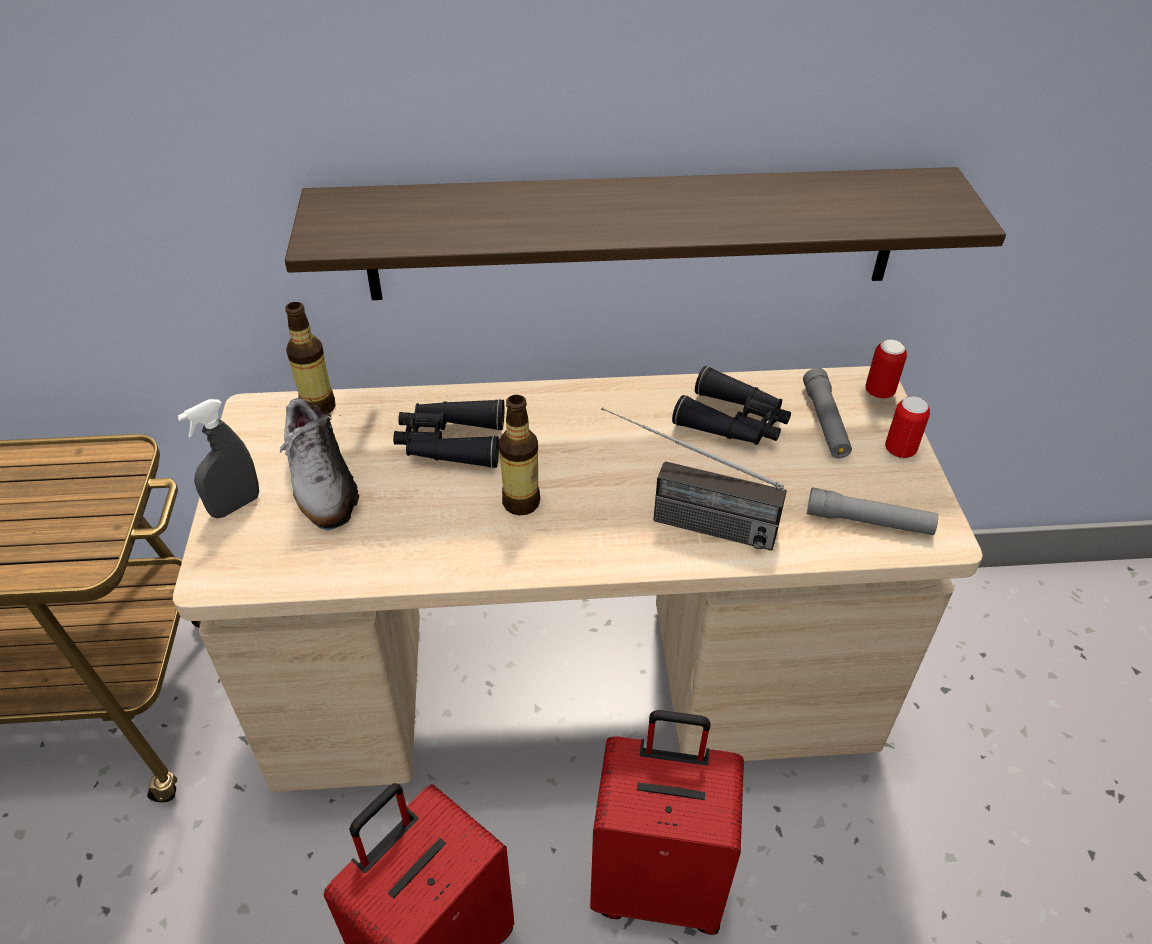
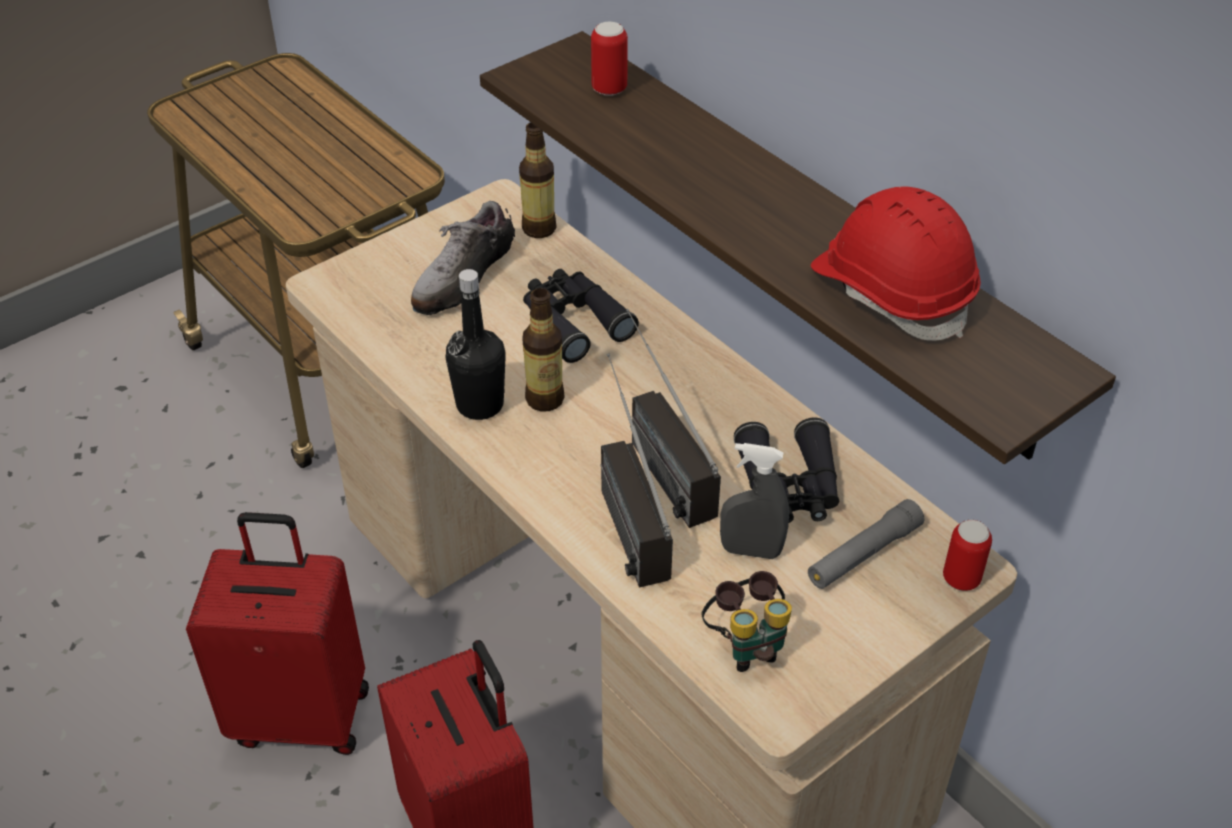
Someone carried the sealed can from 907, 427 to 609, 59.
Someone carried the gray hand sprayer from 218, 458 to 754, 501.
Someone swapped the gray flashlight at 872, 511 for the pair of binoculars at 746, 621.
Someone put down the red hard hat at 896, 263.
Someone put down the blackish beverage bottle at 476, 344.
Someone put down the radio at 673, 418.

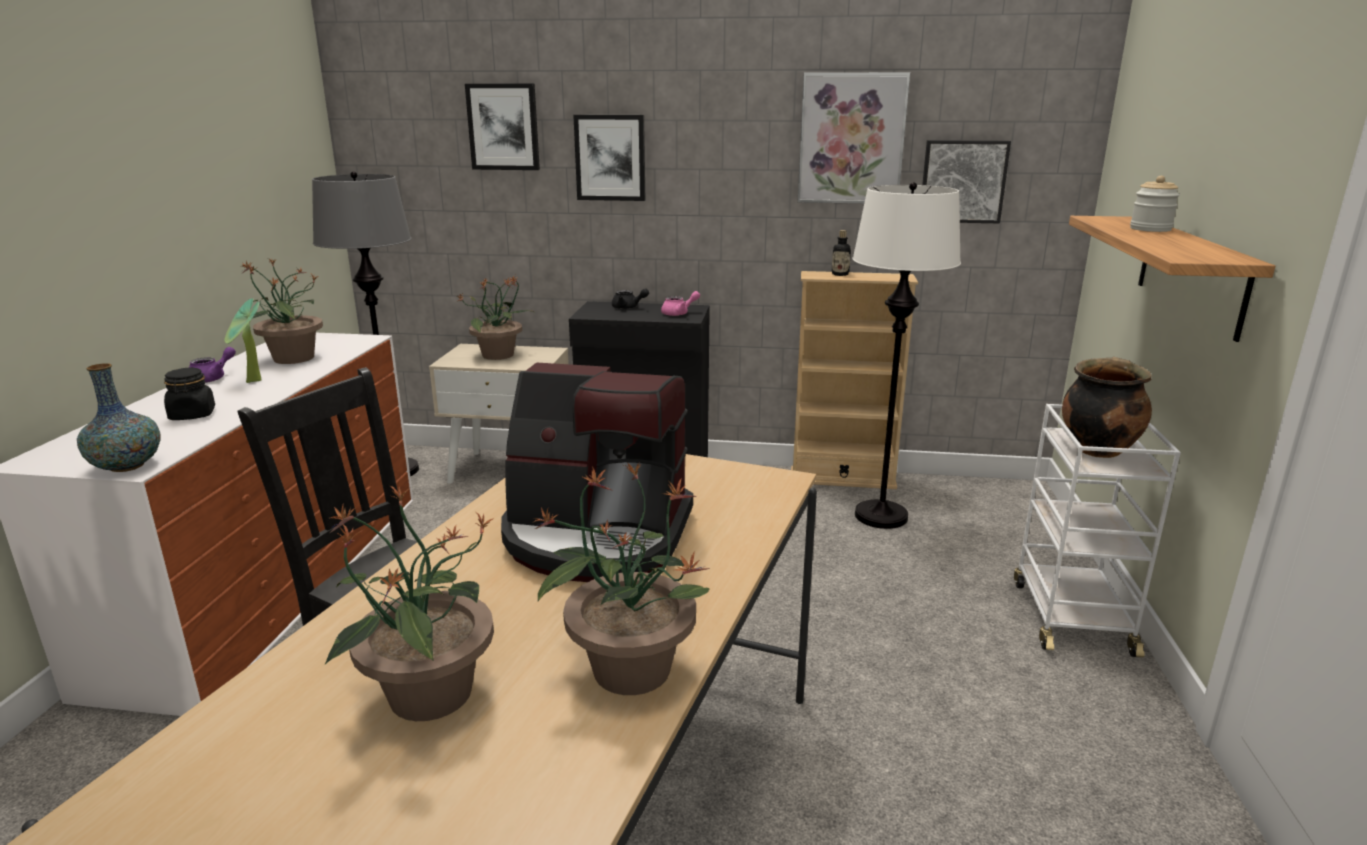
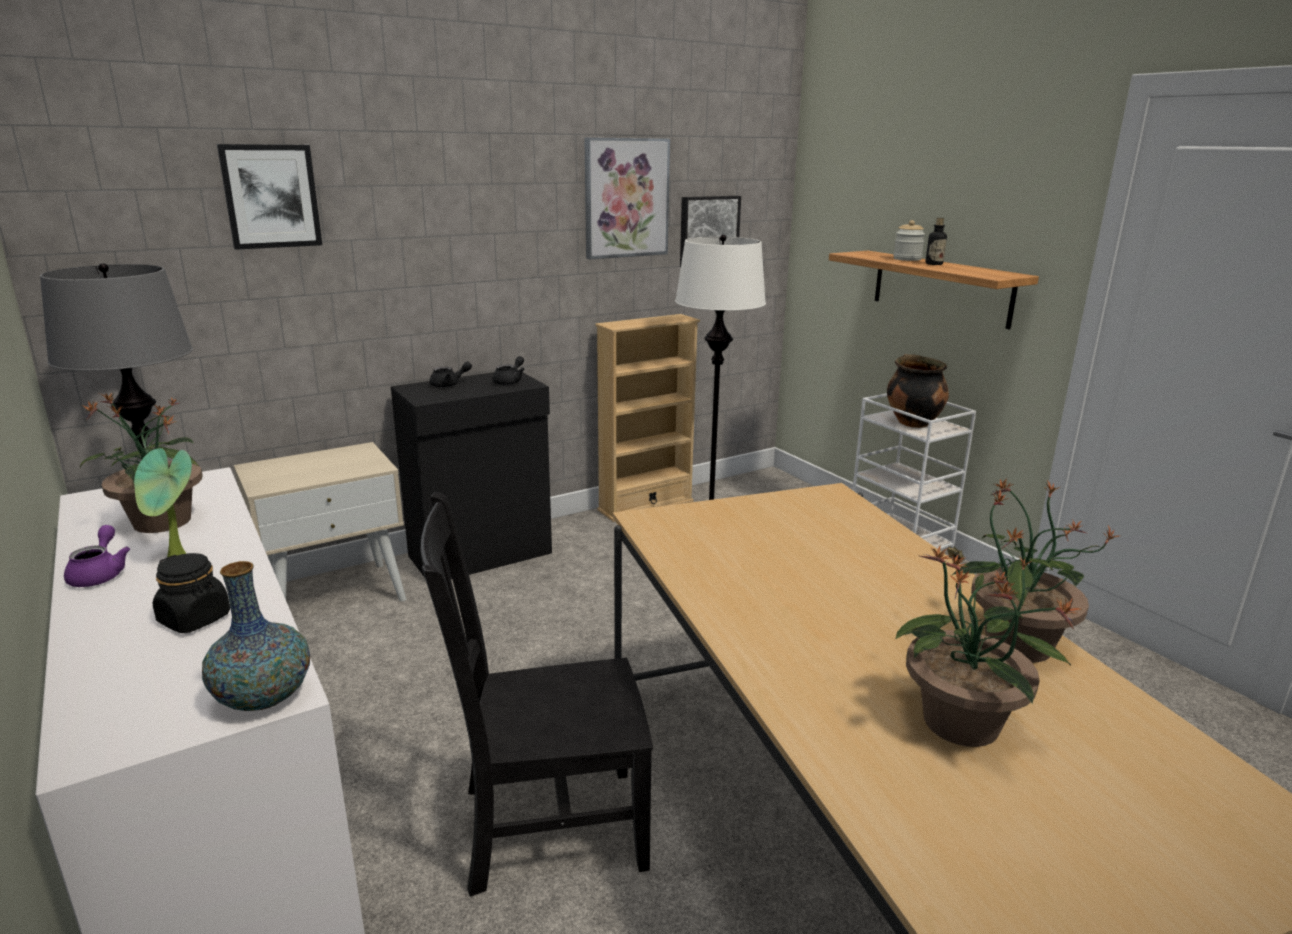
Someone took away the wall art at 609, 158.
Someone carried the beverage bottle from 841, 253 to 936, 241.
Someone took away the houseplant at 495, 317.
Someone repainted the pink teapot at 680, 303, which became the blackish teapot at 508, 370.
Someone took away the coffee machine at 597, 472.

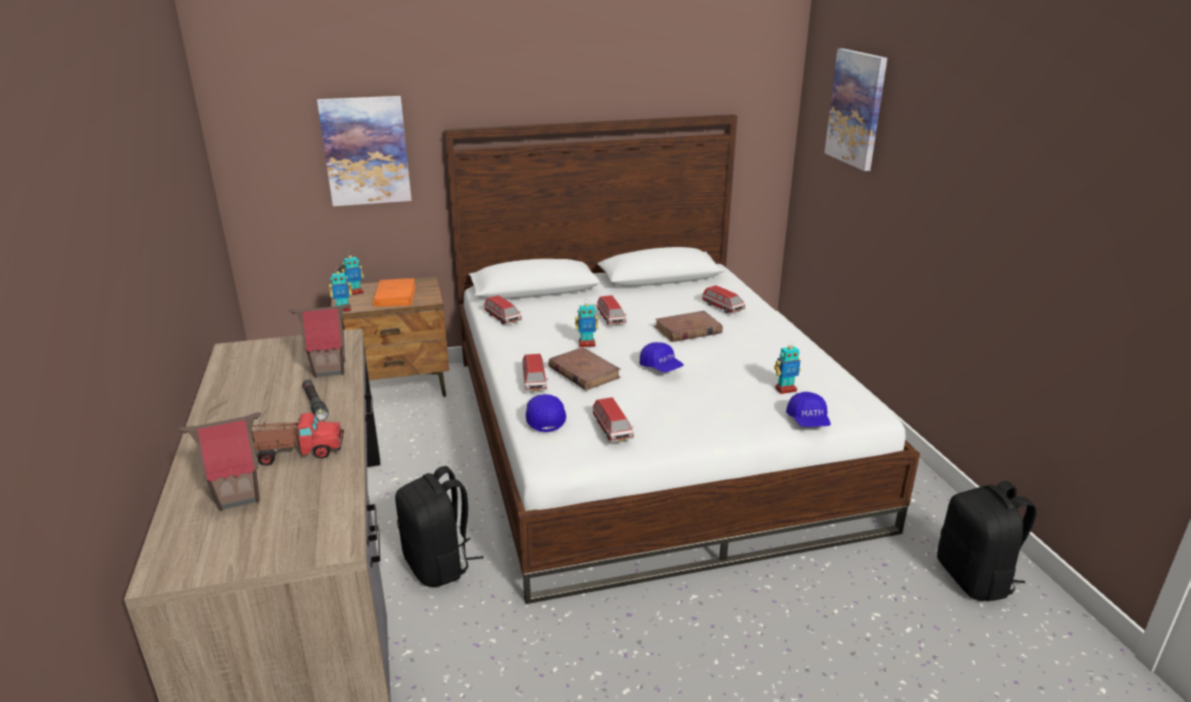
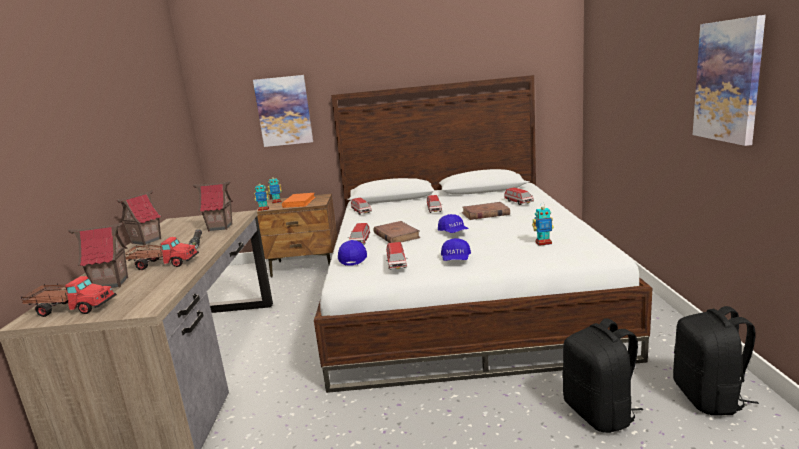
Someone carried the wall art from 855, 109 to 729, 80.
Someone took away the robot figure at 586, 323.
Someone carried the blue peaked cap from 808, 409 to 456, 249.
Someone carried the blackish knapsack from 439, 526 to 602, 376.
Someone put down the miniature house at 139, 217.
Someone put down the model truck at 69, 296.

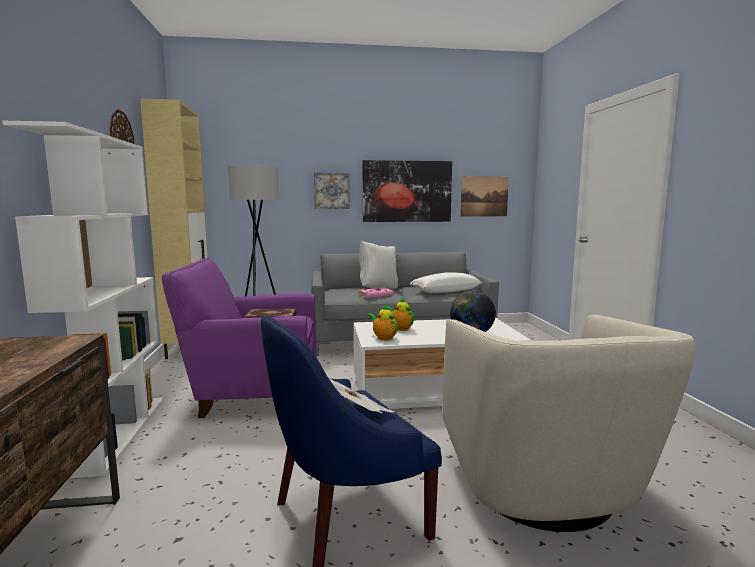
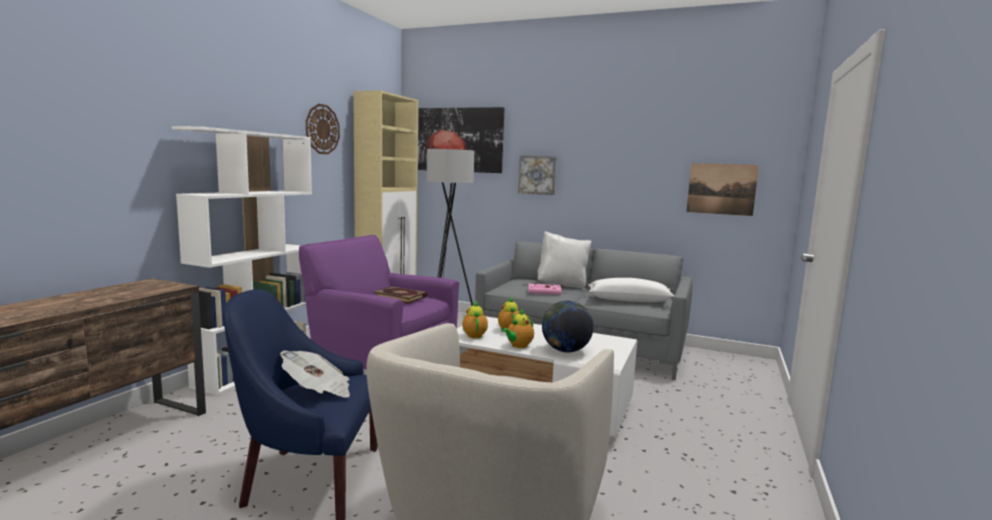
Someone carried the wall art from 407, 191 to 461, 140.
Someone put down the teapot at 517, 328.

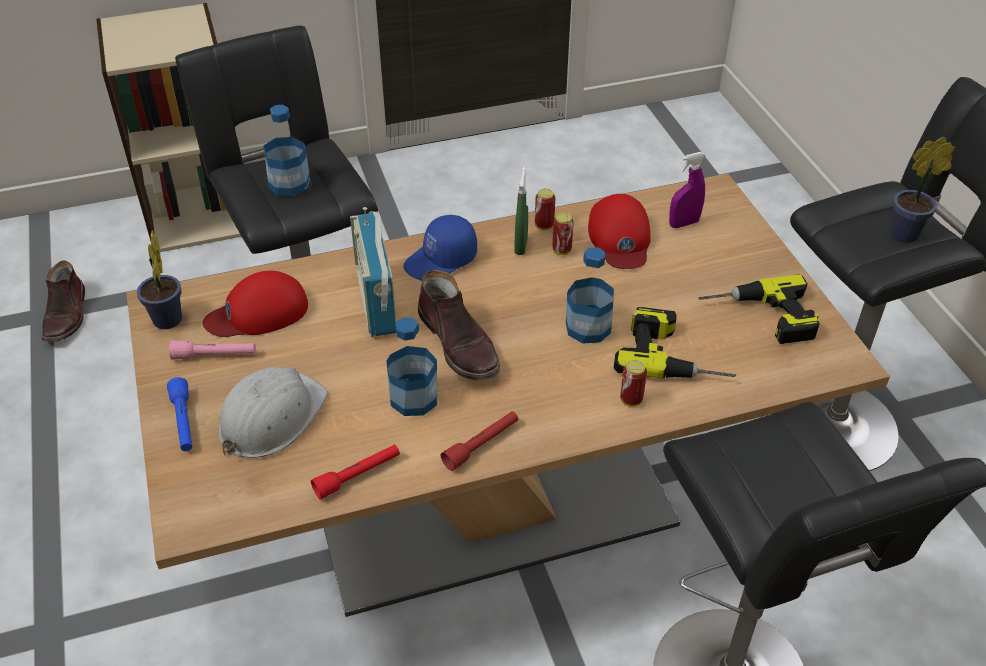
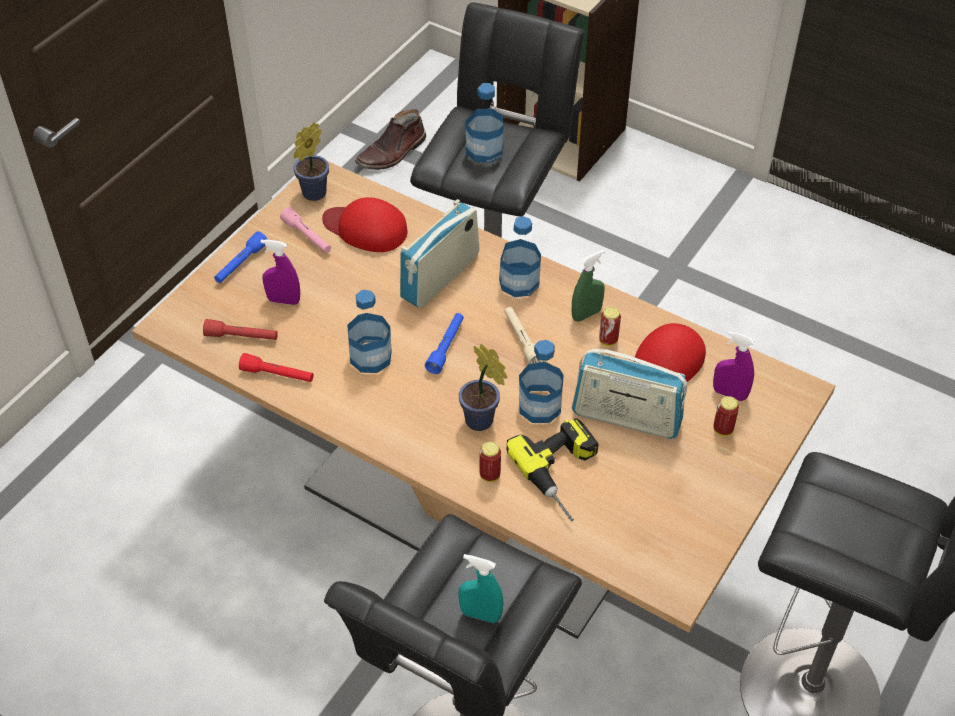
Someone carried the houseplant from 923, 189 to 483, 387.
Someone carried the sealed can from 545, 209 to 726, 416.
Someone swapped the blue peaked cap at 440, 248 for the beverage bottle at 520, 256.
Someone swapped the brownish high-top boot at 459, 325 for the blue flashlight at 444, 343.
Someone took away the electric drill at 759, 309.
Someone swapped the white-coloured hard hat at 273, 412 for the purplish hand sprayer at 280, 272.
Someone carried the red flashlight from 479, 441 to 240, 329.
Someone put down the beige-coloured flashlight at 524, 335.
Someone put down the radio at 630, 394.
Someone put down the blue-green hand sprayer at 480, 588.

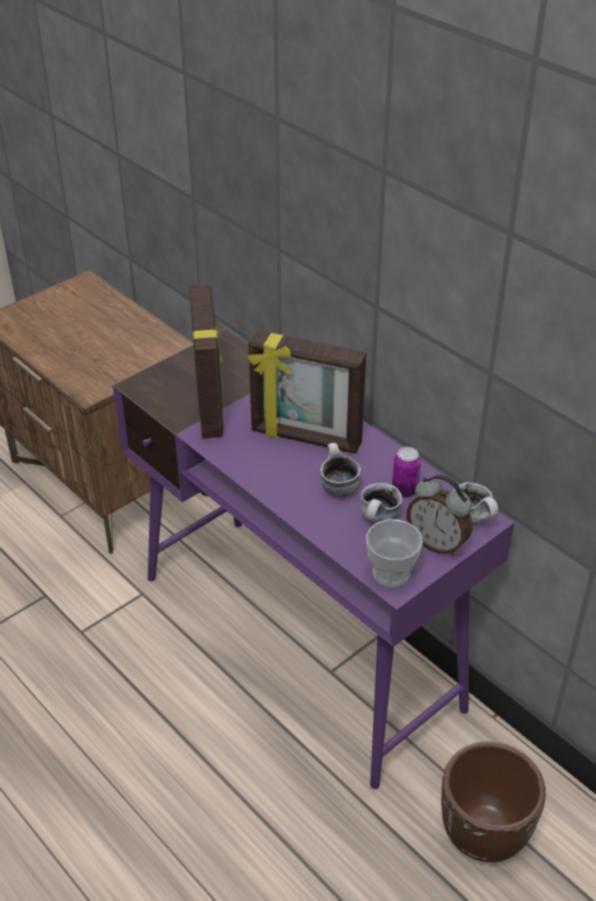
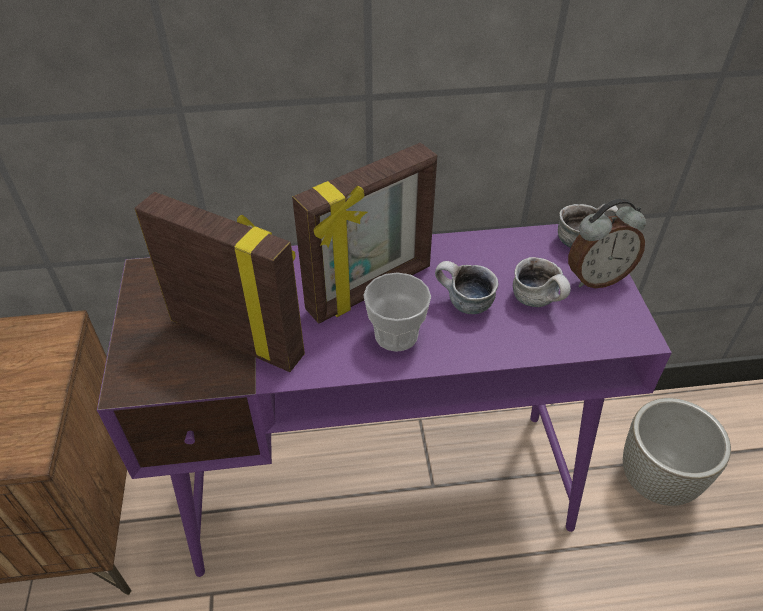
Someone took away the sealed can at 406, 472.
Someone carried the small cup from 394, 553 to 397, 312.
Someone repainted the brownish planter at 493, 801, which became the gray planter at 677, 452.

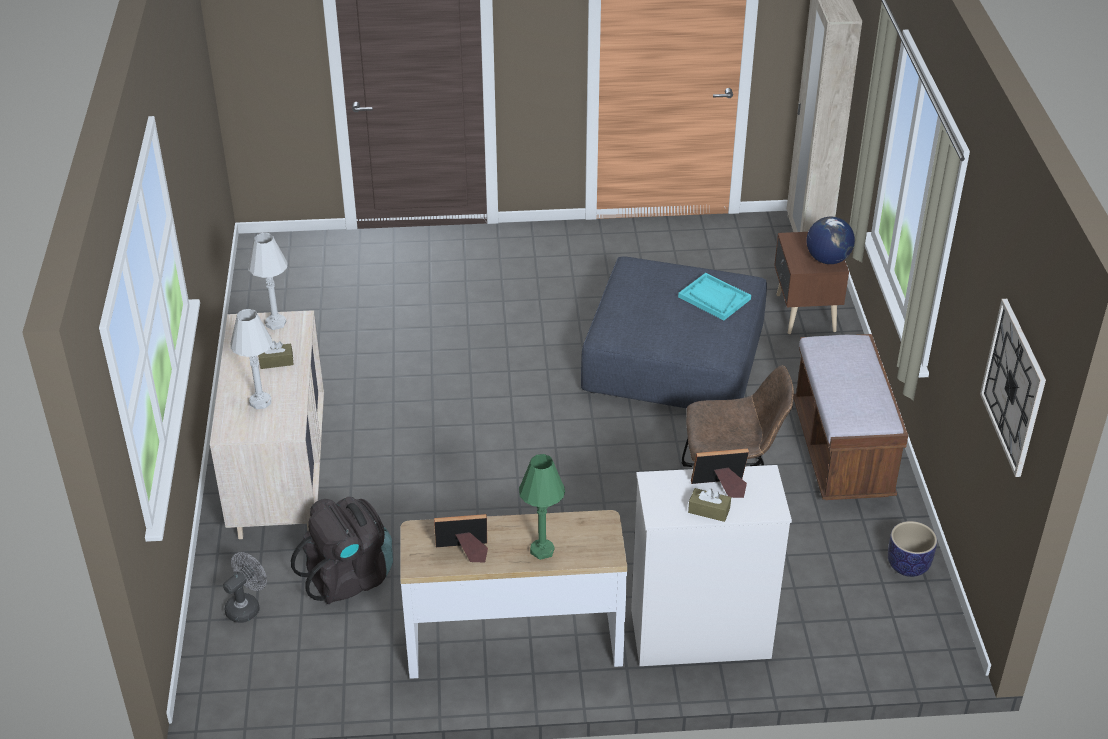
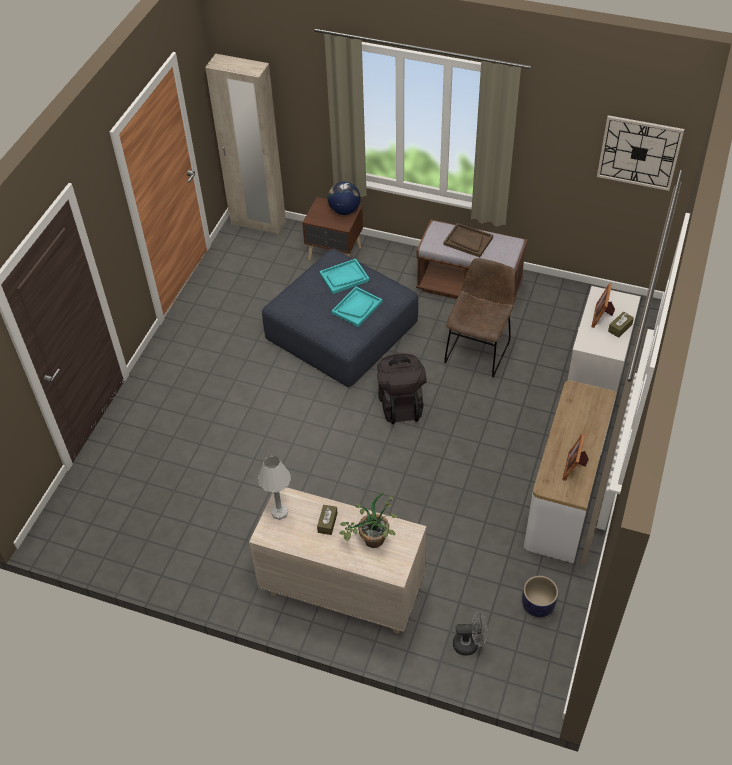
Someone swapped the white-coloured tabletop lamp at 251, 359 for the houseplant at 369, 520.
Someone took away the greenish tabletop lamp at 542, 507.
Someone carried the blackish knapsack from 342, 551 to 401, 388.
Someone carried the planter from 912, 549 to 540, 596.
Someone rotated the gray fan at 245, 587 by 120 degrees clockwise.
Someone put down the brownish serving tray at 468, 240.
Someone put down the blue-green serving tray at 357, 307.

